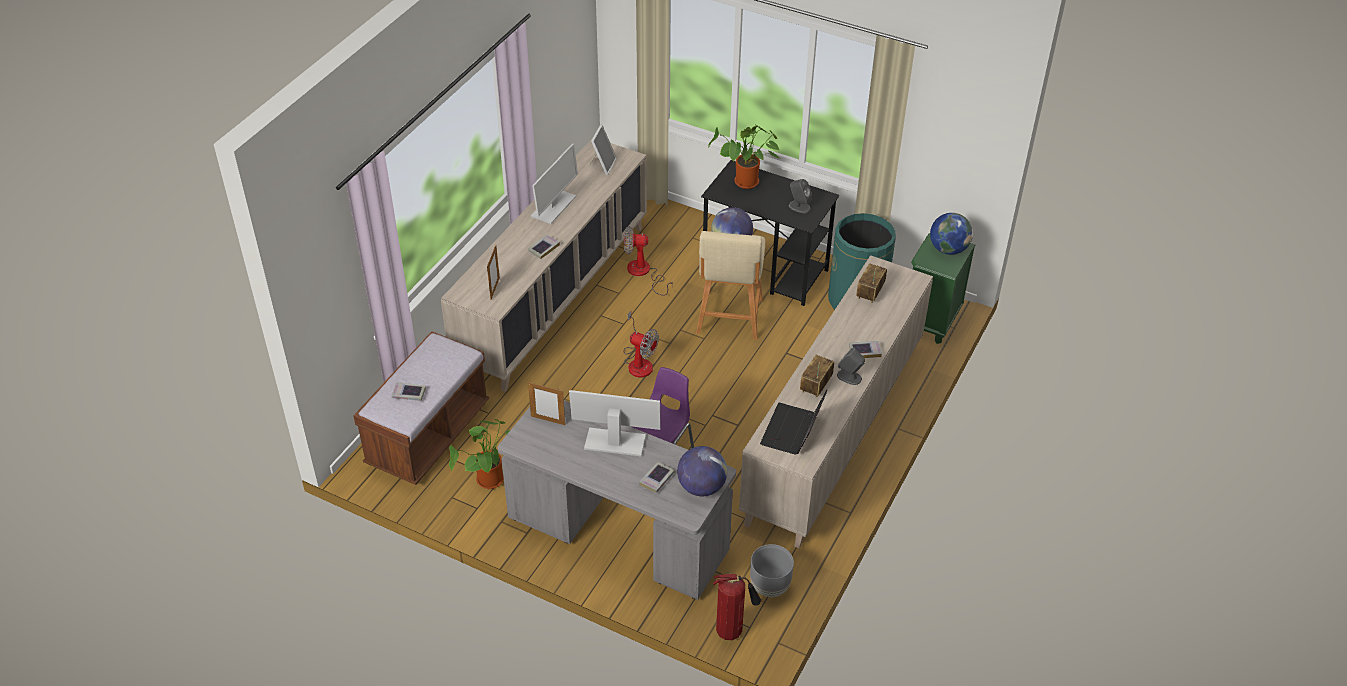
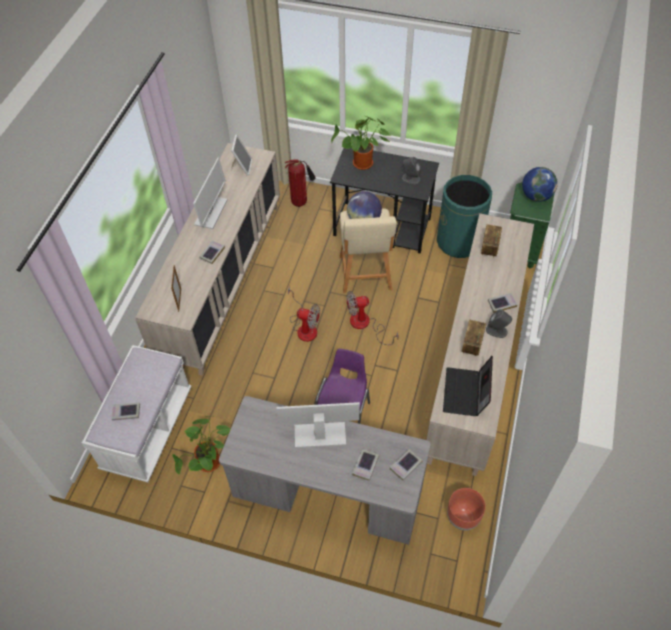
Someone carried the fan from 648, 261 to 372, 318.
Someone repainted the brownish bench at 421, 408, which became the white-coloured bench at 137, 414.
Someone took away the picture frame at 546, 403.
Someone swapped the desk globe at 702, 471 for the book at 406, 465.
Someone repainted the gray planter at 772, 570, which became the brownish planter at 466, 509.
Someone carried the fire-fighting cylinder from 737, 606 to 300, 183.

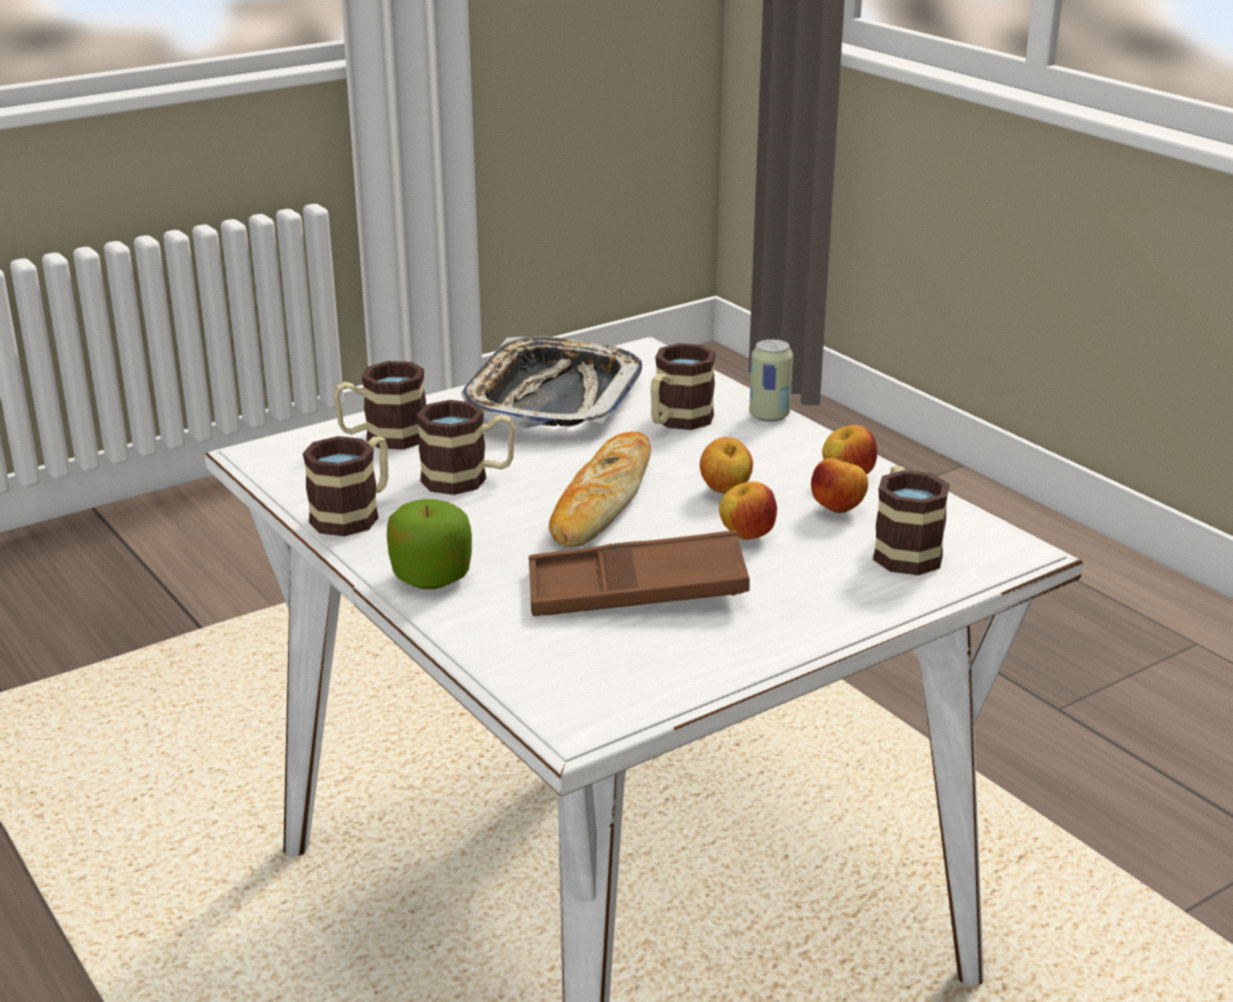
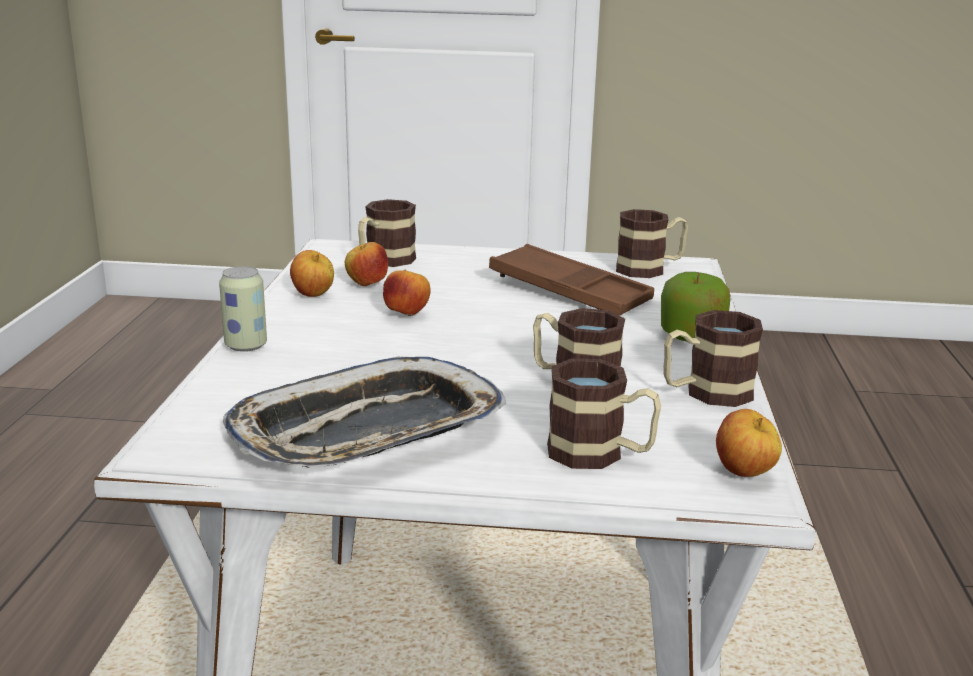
Someone carried the mug from 683, 386 to 652, 243.
Someone took away the bakery bread at 600, 489.
Someone carried the apple from 748, 510 to 749, 443.

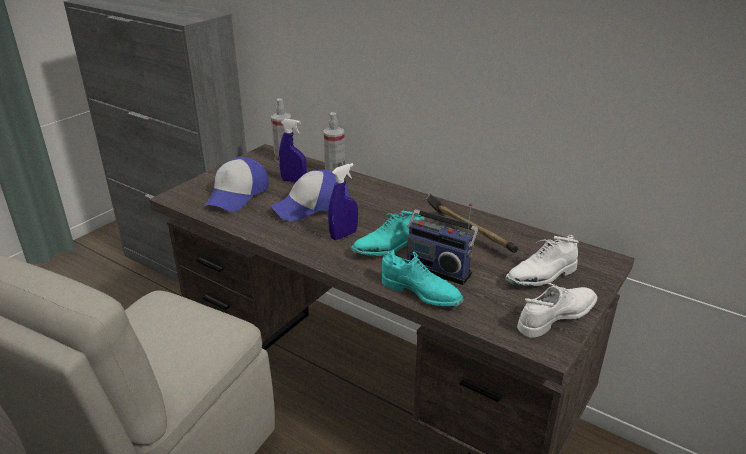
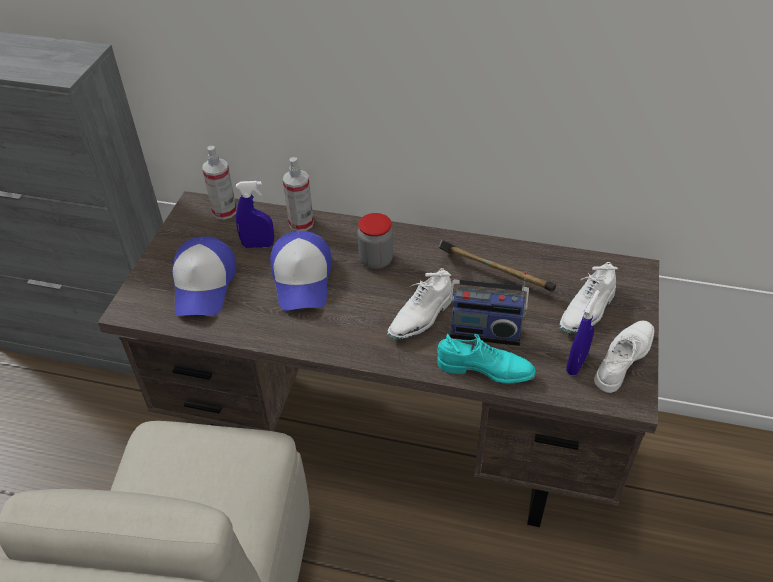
Someone carried the blue hand sprayer from 343, 201 to 583, 332.
Someone rotated the peaked cap at 310, 195 by 45 degrees counterclockwise.
Someone repainted the blue-green item of footwear at 387, 233, which became the white-coloured item of footwear at 419, 304.
Someone put down the storage jar at 375, 241.

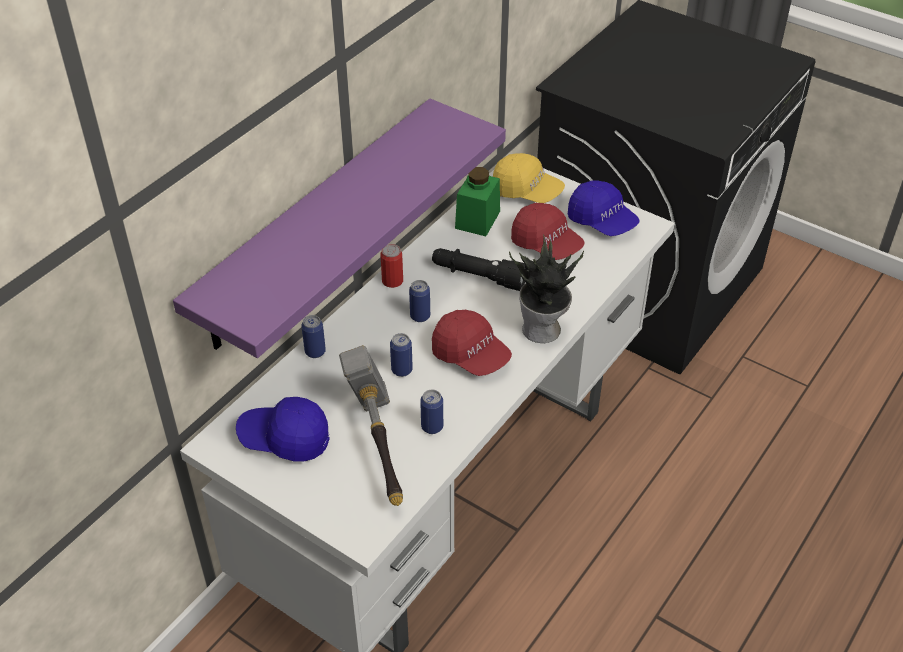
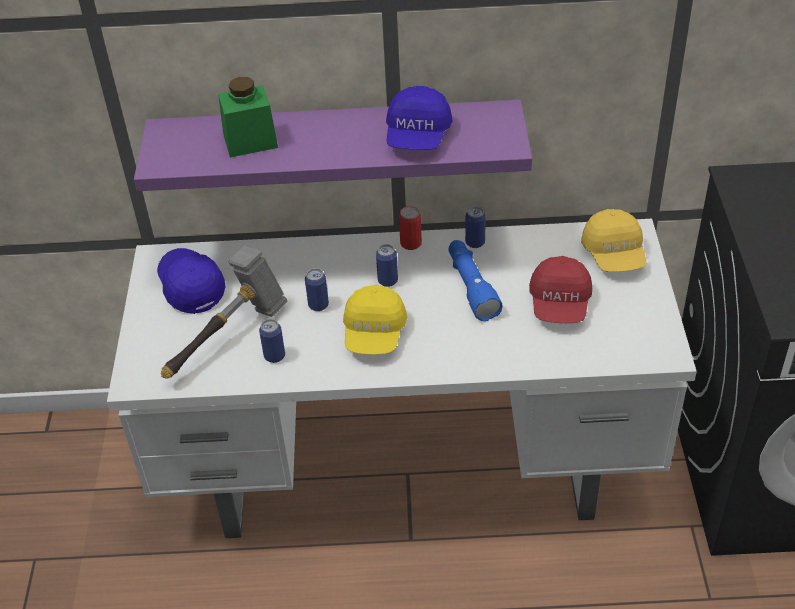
Someone carried the greenish storage jar from 477, 201 to 248, 117.
Someone carried the blue peaked cap from 604, 208 to 419, 118.
Someone took away the houseplant at 546, 288.
Someone repainted the blackish flashlight at 480, 269, which became the blue flashlight at 476, 280.
Someone repainted the red peaked cap at 472, 343, which became the yellow peaked cap at 375, 320.
Someone carried the sealed can from 313, 336 to 475, 227.

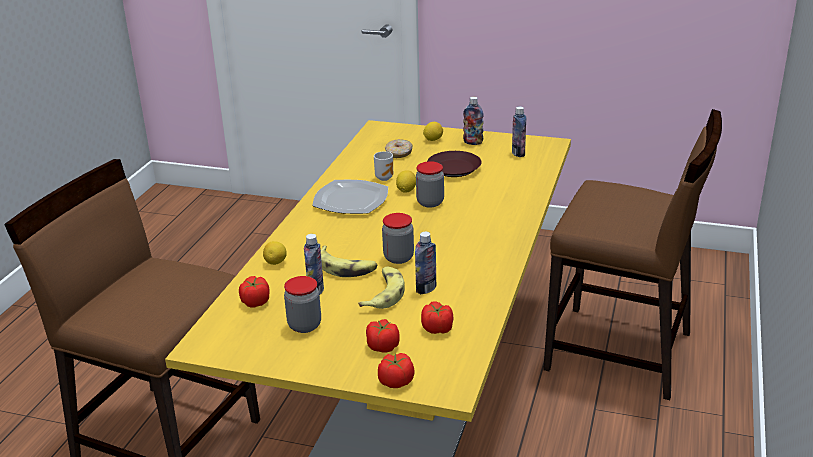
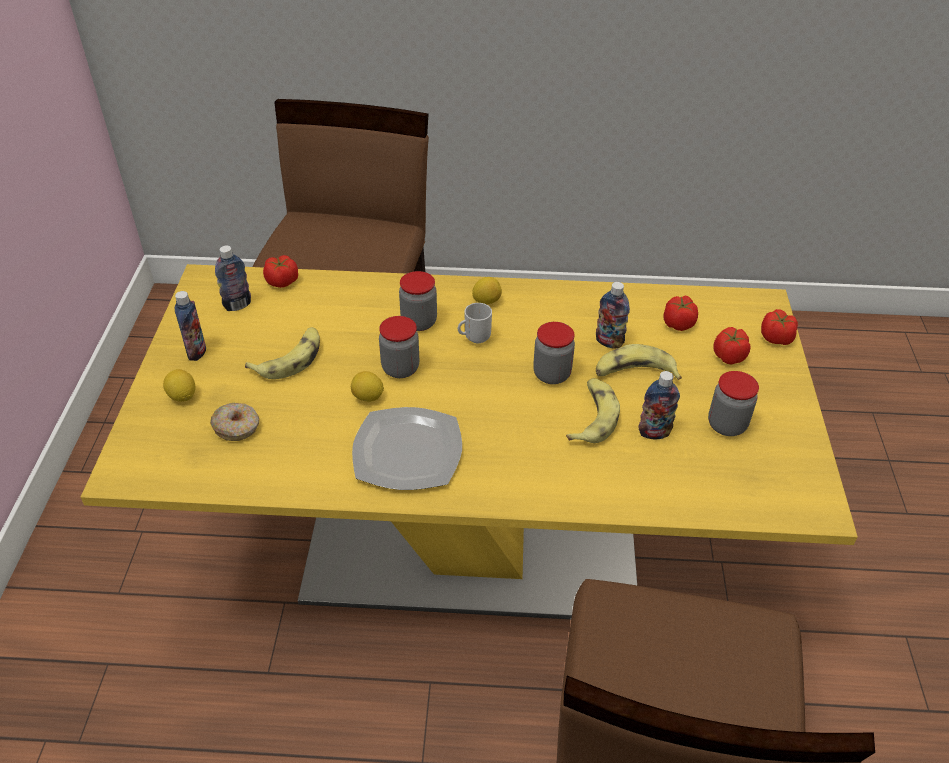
Someone carried the mug from 383, 166 to 475, 323.
Someone swapped the brownish dinner plate at 454, 164 for the whole banana at 282, 353.
Someone carried the lemon from 275, 253 to 487, 290.
Someone carried the whole tomato from 254, 292 to 280, 271.
Someone put down the storage jar at 418, 301.

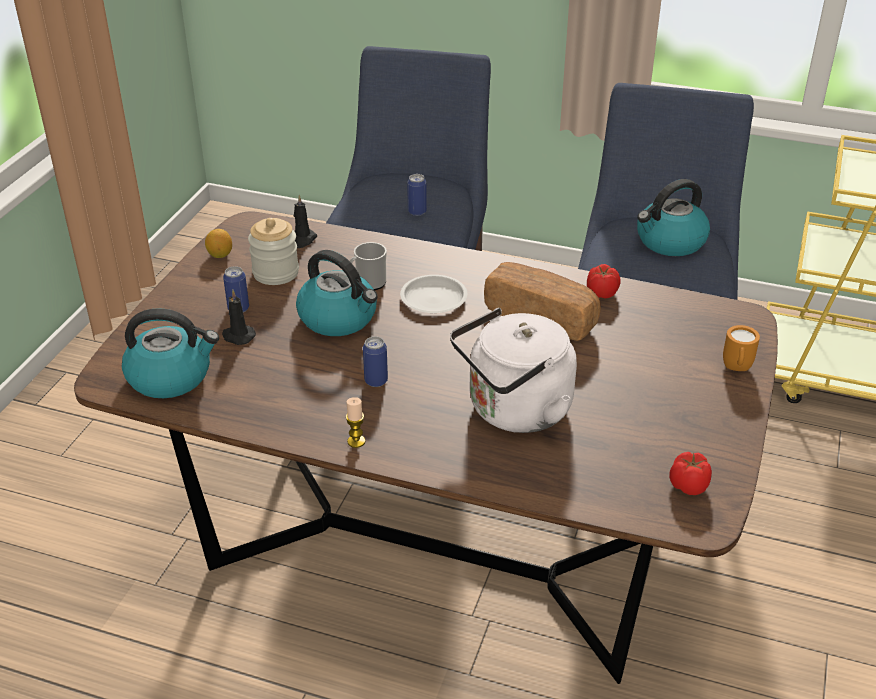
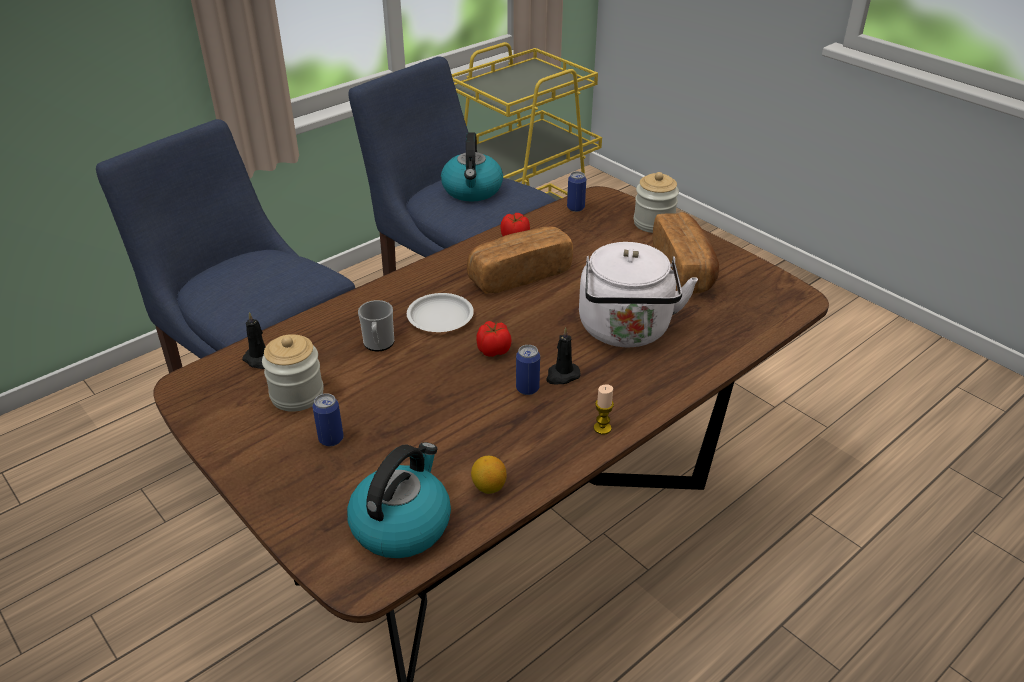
Someone carried the sealed can from 417, 195 to 576, 191.
Someone carried the lemon from 218, 243 to 489, 475.
Someone took away the tea kettle at 337, 293.
Someone carried the blackish wax light from 239, 317 to 563, 355.
Someone swapped the orange mug at 741, 348 for the storage jar at 656, 202.
Someone carried the whole tomato from 690, 473 to 494, 339.
Someone put down the bakery bread at 686, 253.

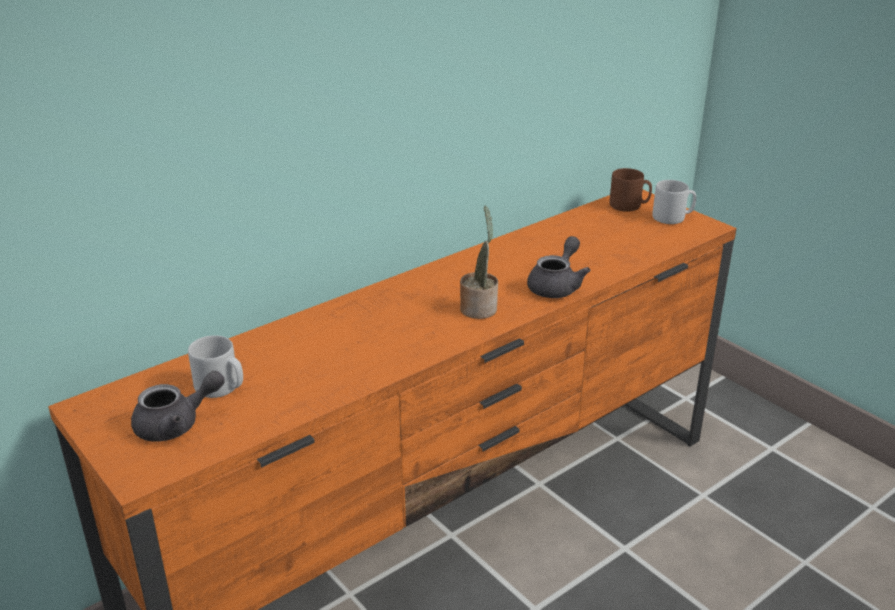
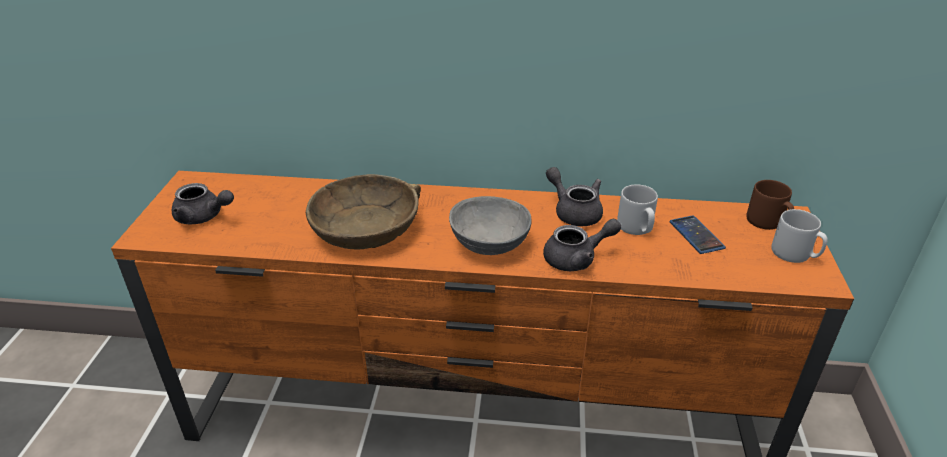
Someone swapped the houseplant at 479, 262 for the gray serving bowl at 490, 225.
Someone carried the gray mug from 215, 366 to 637, 209.
Someone put down the gray teapot at 574, 196.
Someone put down the brownish serving bowl at 363, 211.
Someone put down the phone at 698, 235.

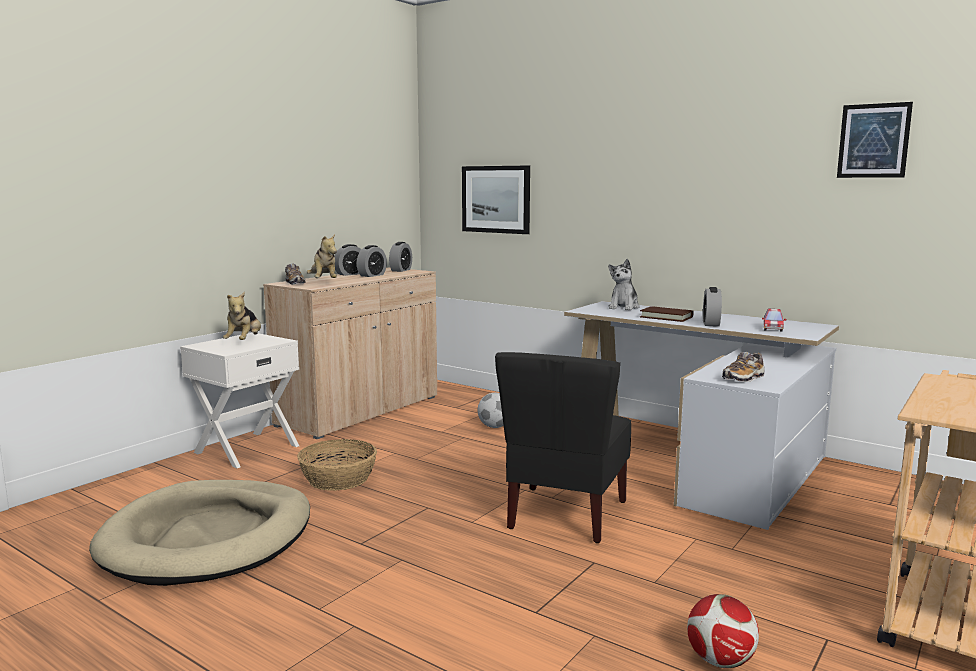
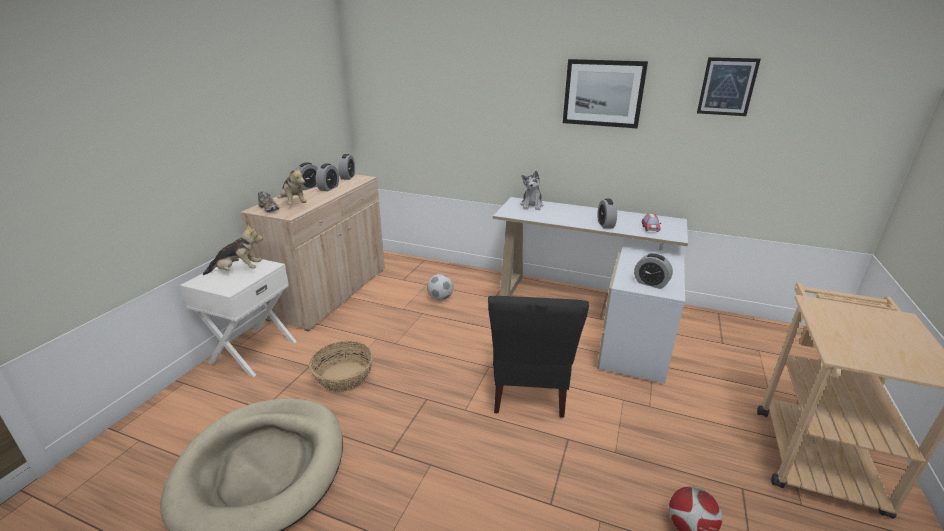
Someone carried the wall art from 496, 200 to 605, 93.
Someone rotated the soft toy at 242, 316 by 90 degrees counterclockwise.
Someone took away the brownish book at 667, 314.
Someone swapped the item of footwear at 743, 367 for the table clock at 653, 271.

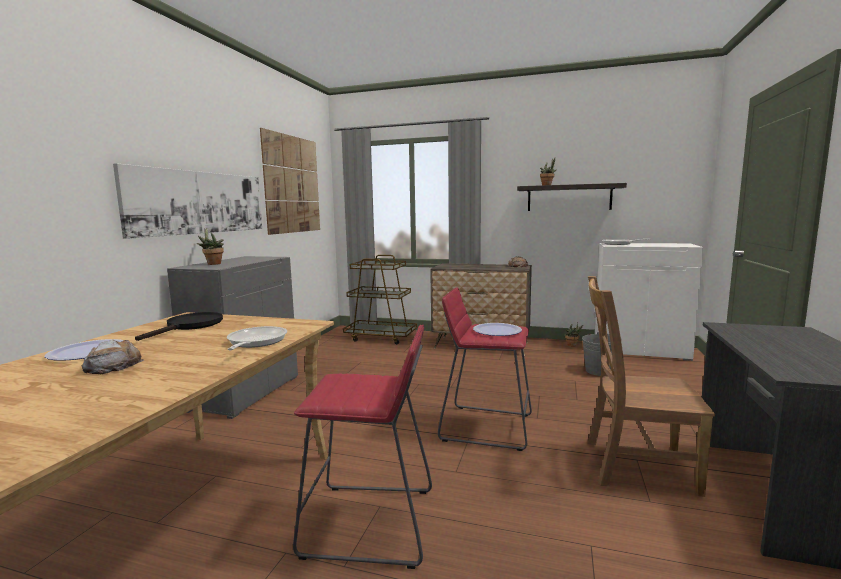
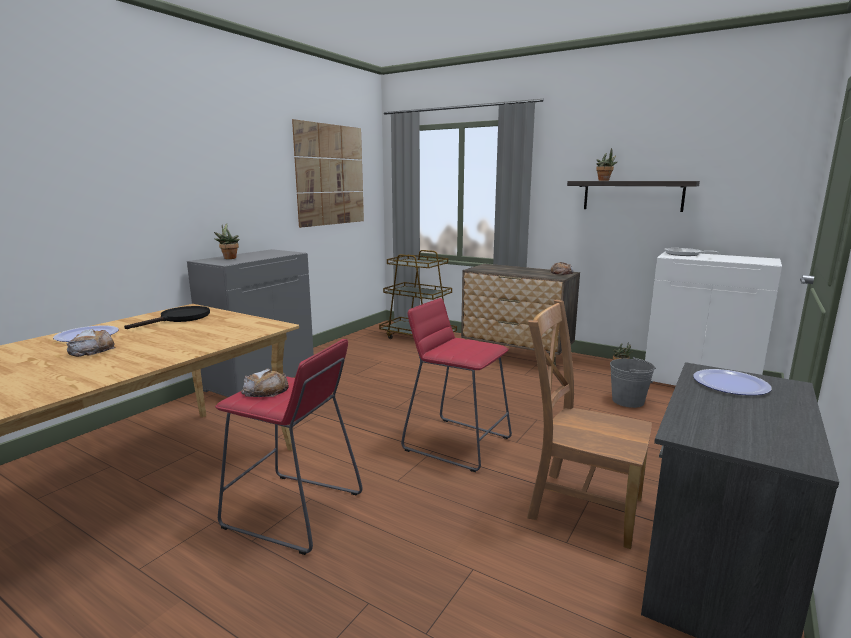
Someone took away the wall art at 187, 201.
Someone carried the dinner plate from 497, 329 to 732, 382.
Someone took away the skillet at 257, 338.
Someone put down the bakery bread at 265, 383.

